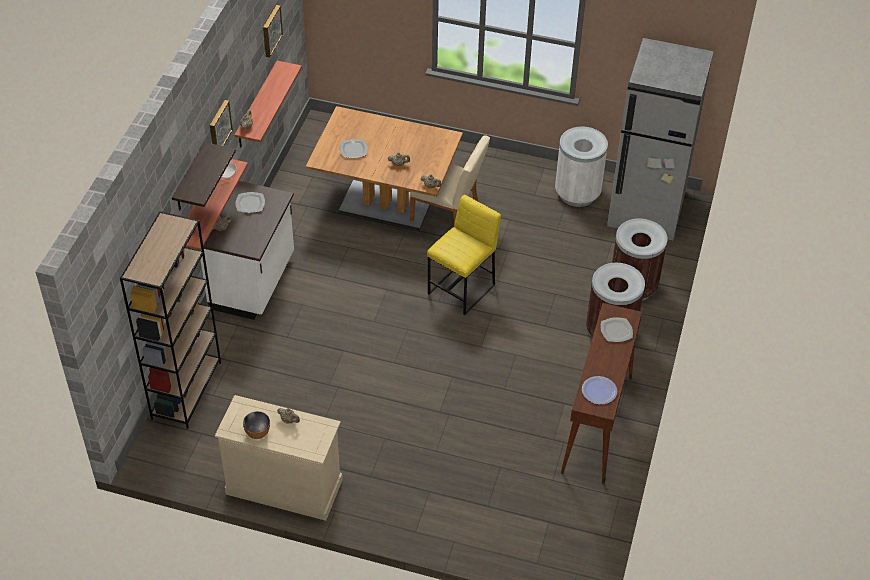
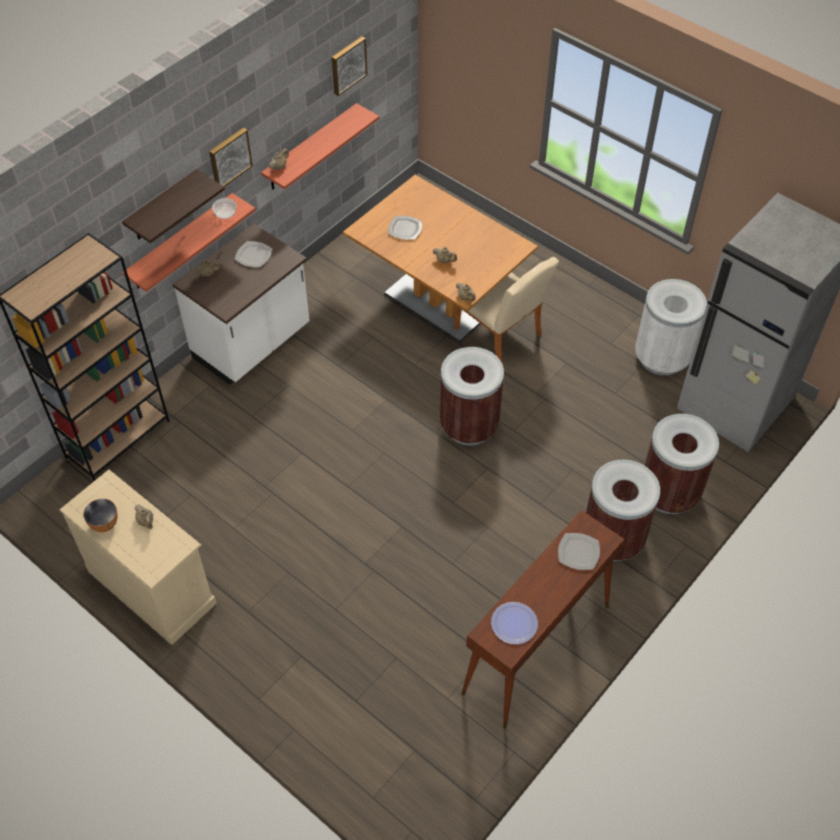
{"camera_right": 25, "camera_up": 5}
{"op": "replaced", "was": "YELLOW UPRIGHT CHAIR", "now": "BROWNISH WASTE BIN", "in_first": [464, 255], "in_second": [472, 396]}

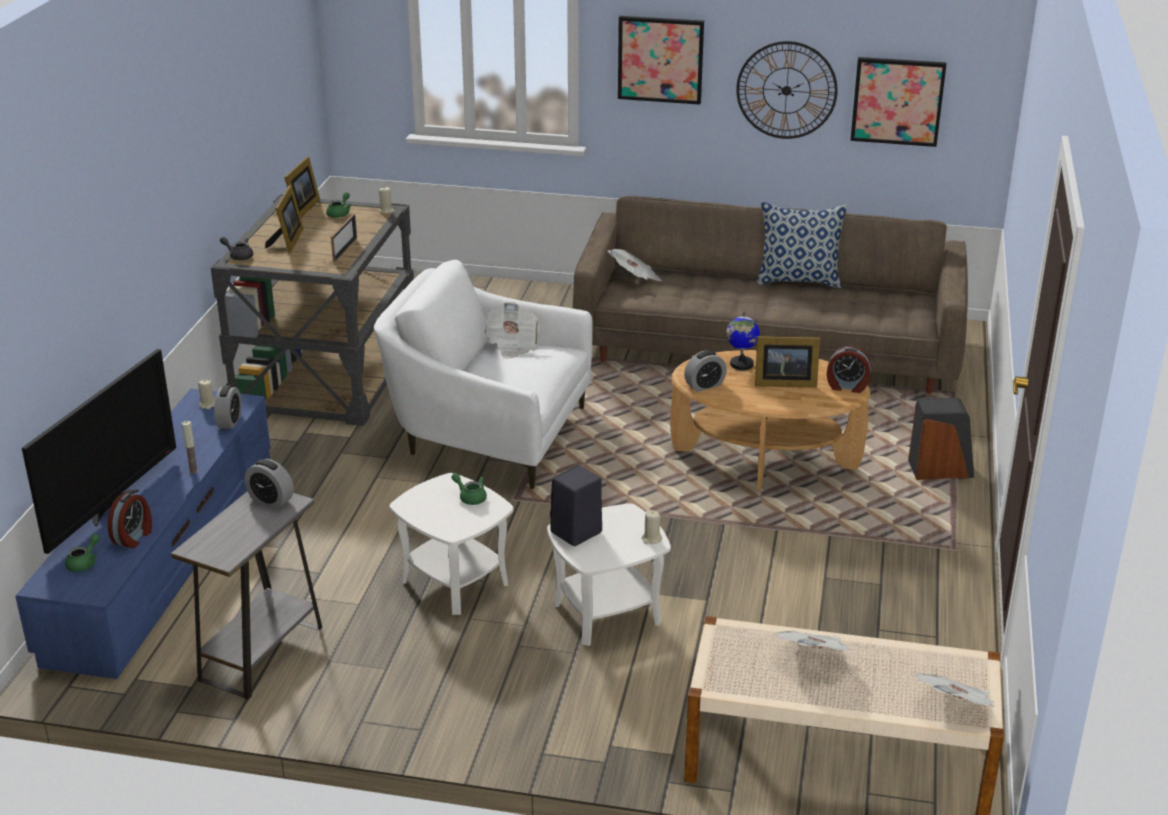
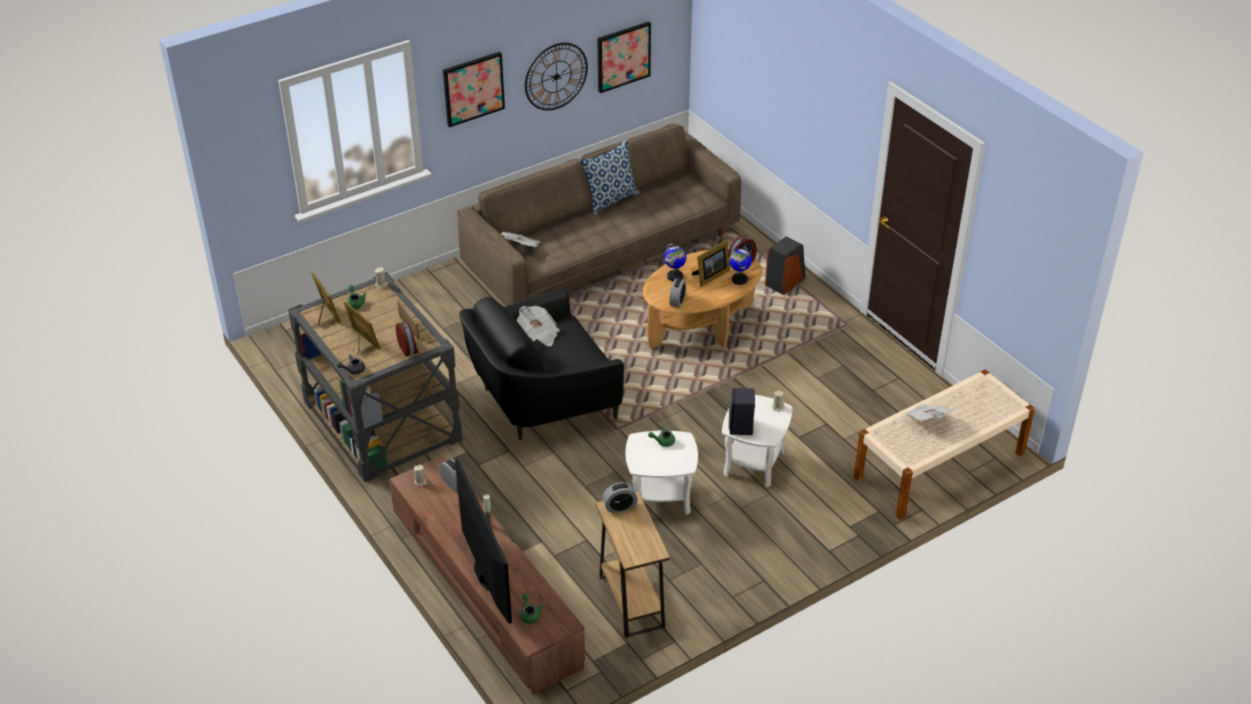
{"camera_right": -45, "camera_up": 10}
{"op": "recoloured", "was": "BLUE TV STAND", "now": "BROWNISH TV STAND", "in_first": [142, 534], "in_second": [487, 575]}
{"op": "moved", "was": "BEDSIDE CLOCK", "in_first": [130, 520], "in_second": [407, 338]}
{"op": "recoloured", "was": "GREYISH ACCENT TABLE", "now": "BROWNISH ACCENT TABLE", "in_first": [246, 595], "in_second": [632, 565]}
{"op": "recoloured", "was": "WHITE-COLOURED ARMCHAIR", "now": "BLACK-COLOURED ARMCHAIR", "in_first": [483, 374], "in_second": [541, 364]}
{"op": "removed", "was": "NEWSPAPER", "in_first": [955, 690]}
{"op": "added", "now": "GLOBE", "in_second": [740, 265]}

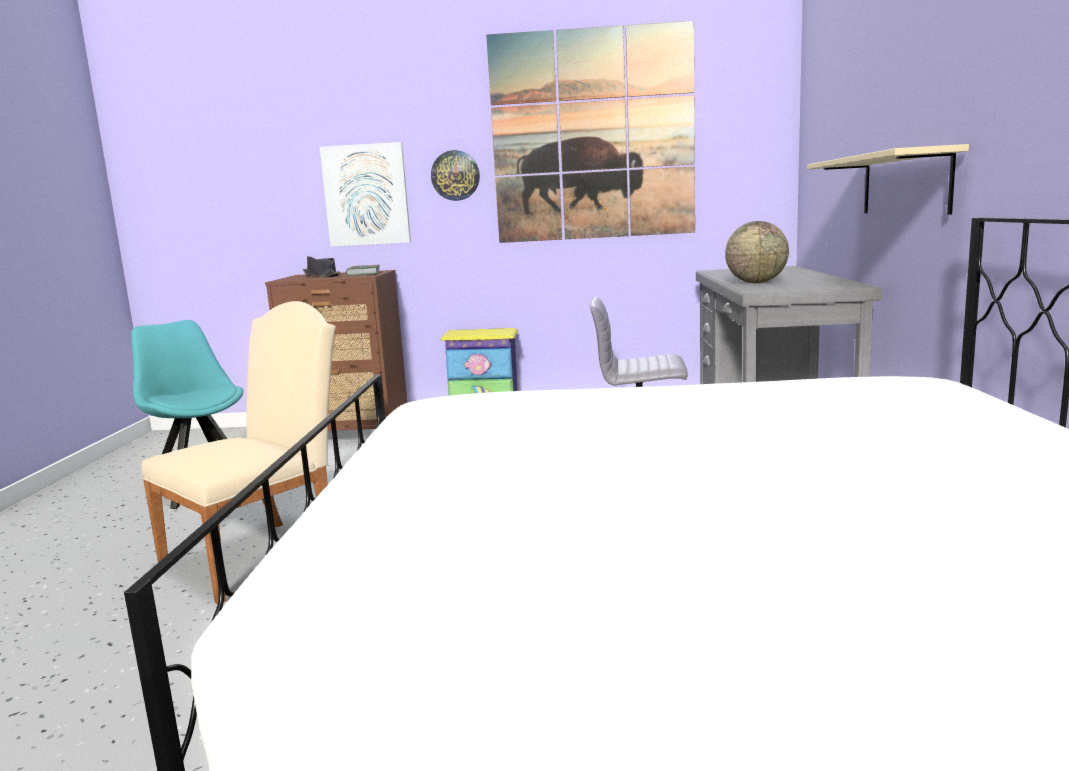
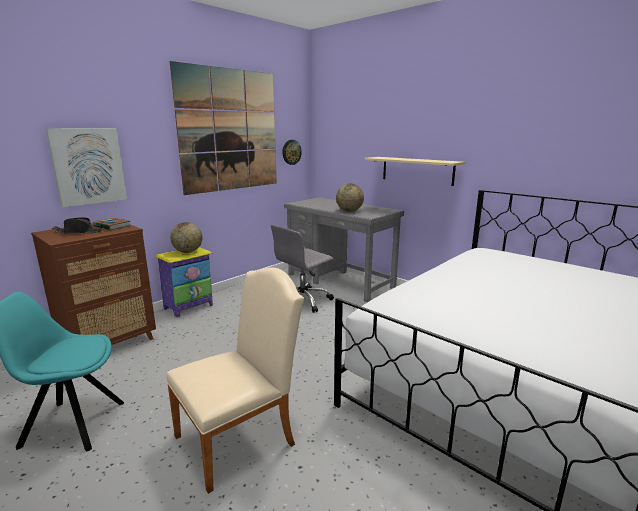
{"camera_right": -50, "camera_up": 5}
{"op": "turned", "was": "BEIGE UPRIGHT CHAIR", "in_first": [239, 452], "in_second": [235, 381], "clockwise": 60}
{"op": "moved", "was": "CLOCK ON THE WALL", "in_first": [455, 175], "in_second": [292, 152]}
{"op": "added", "now": "GLOBE", "in_second": [186, 237]}

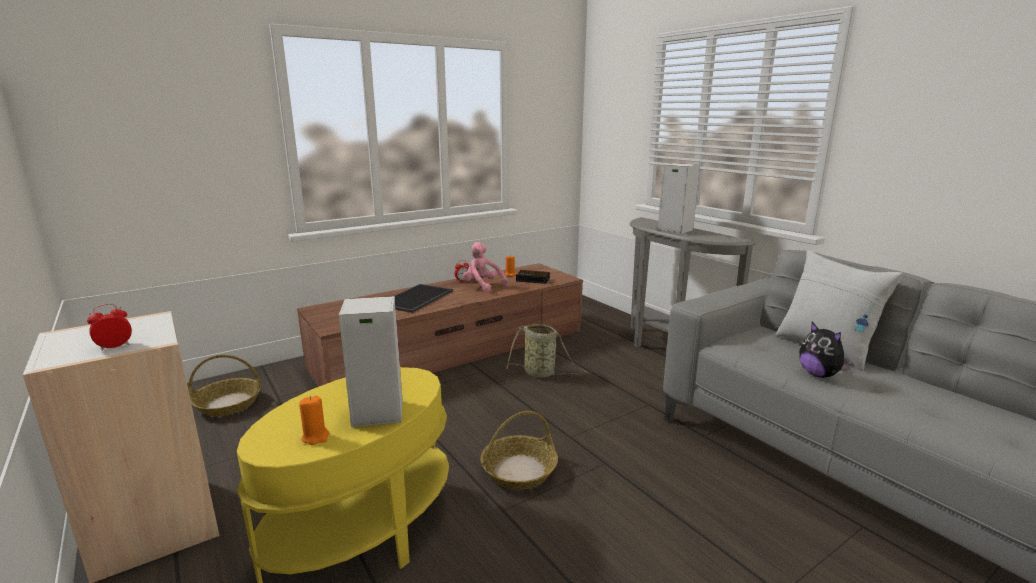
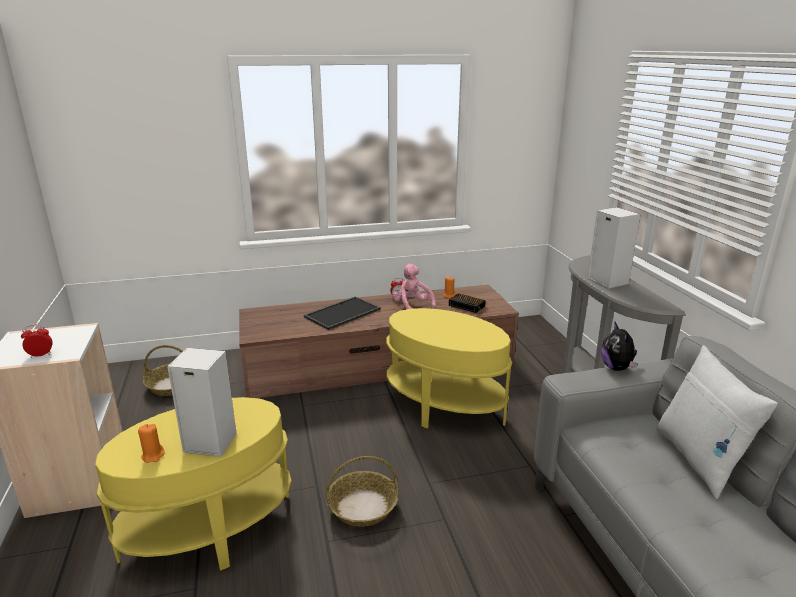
{"camera_right": 20, "camera_up": 5}
{"op": "replaced", "was": "STORAGE BASKET", "now": "YELLOW ACCENT TABLE", "in_first": [546, 351], "in_second": [449, 368]}
{"op": "moved", "was": "CUDDLY TOY", "in_first": [825, 350], "in_second": [619, 346]}

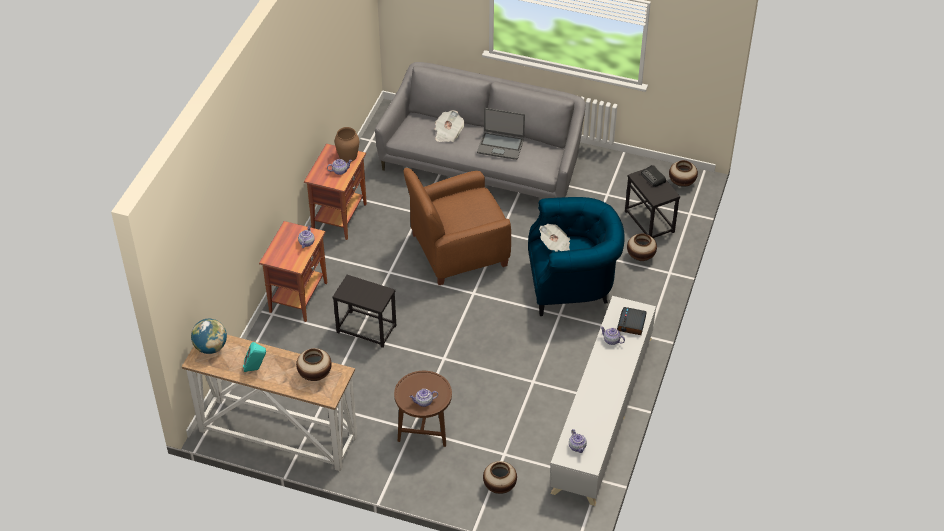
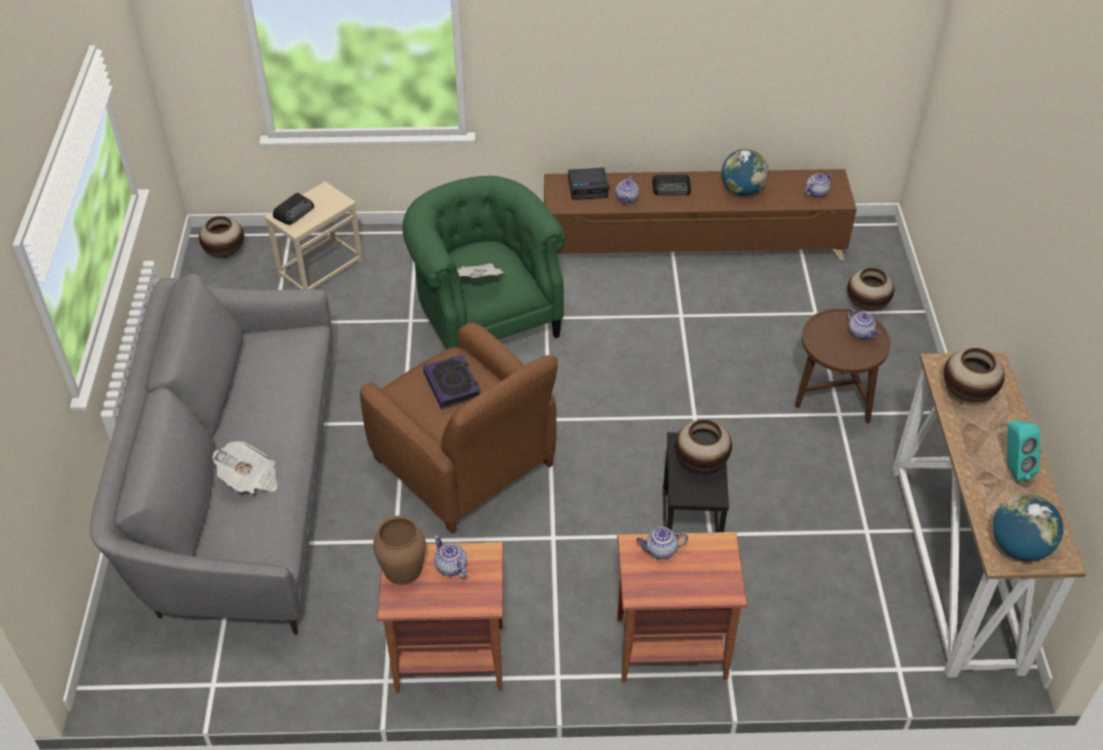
{"camera_right": -110, "camera_up": 0}
{"op": "removed", "was": "LAPTOP", "in_first": [501, 134]}
{"op": "recoloured", "was": "BLUE ARMCHAIR", "now": "GREENISH ARMCHAIR", "in_first": [576, 256], "in_second": [484, 262]}
{"op": "recoloured", "was": "WHITE-COLOURED TV STAND", "now": "BROWNISH TV STAND", "in_first": [602, 401], "in_second": [700, 214]}
{"op": "recoloured", "was": "BLACK-COLOURED ACCENT TABLE", "now": "BEIGE ACCENT TABLE", "in_first": [652, 202], "in_second": [314, 235]}
{"op": "moved", "was": "VASE", "in_first": [642, 247], "in_second": [703, 445]}
{"op": "added", "now": "VOLUME", "in_second": [452, 382]}
{"op": "added", "now": "RADIO", "in_second": [671, 185]}
{"op": "added", "now": "GLOBE", "in_second": [745, 172]}

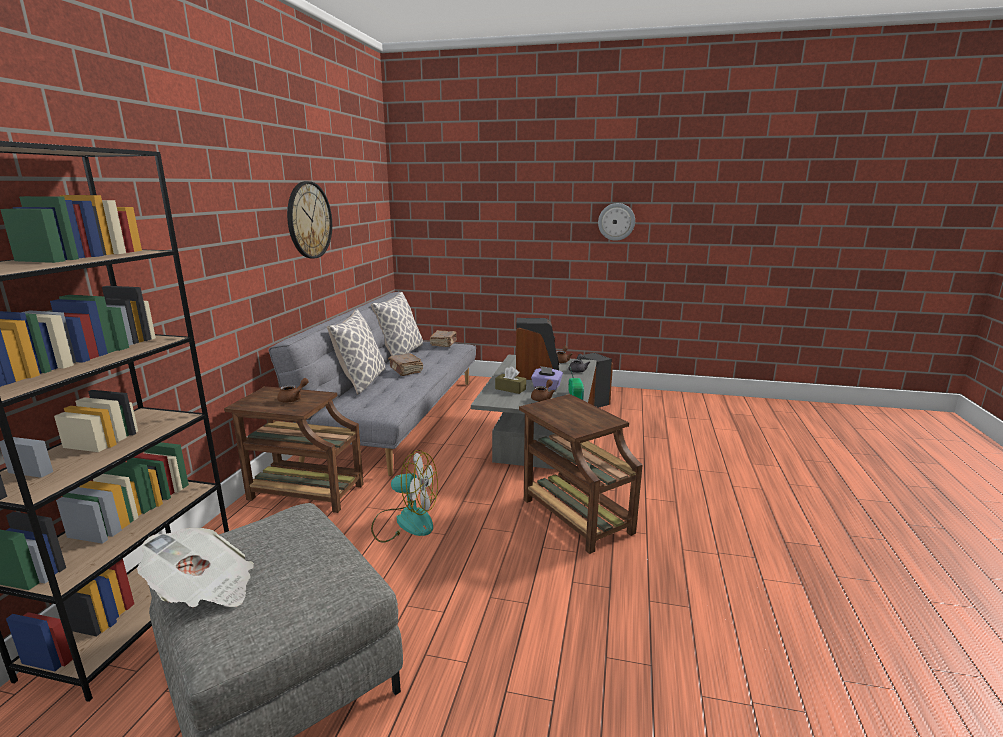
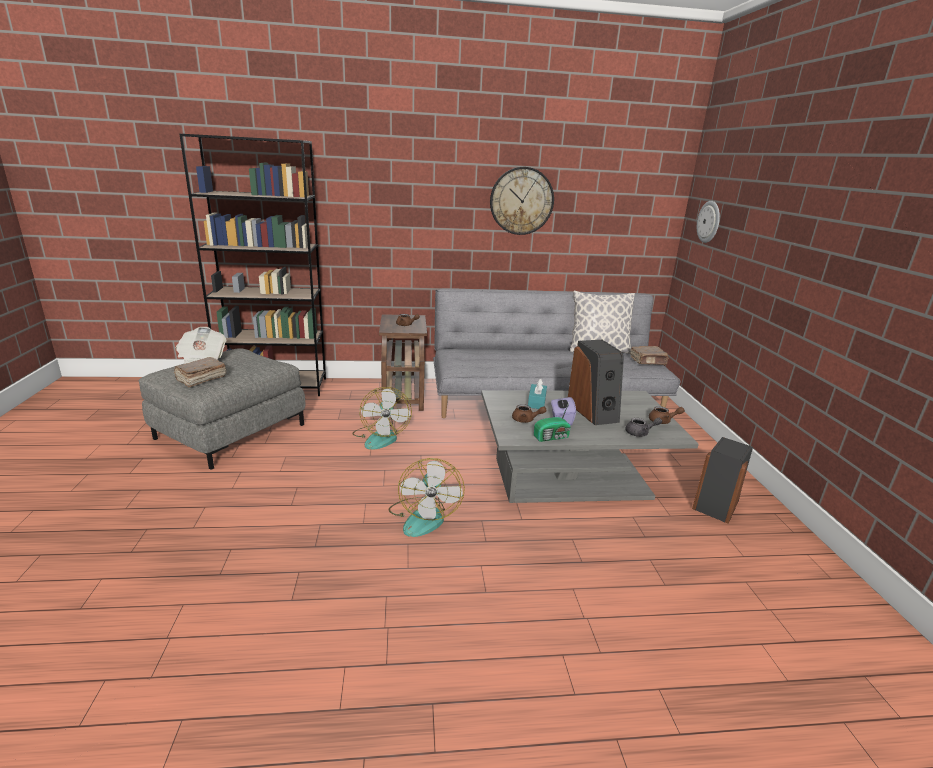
{"camera_right": 70, "camera_up": 5}
{"op": "removed", "was": "THROW PILLOW", "in_first": [356, 352]}
{"op": "moved", "was": "BROWNISH VOLUME", "in_first": [405, 364], "in_second": [200, 372]}
{"op": "recoloured", "was": "BROWNISH TISSUE BOX", "now": "TURQUOISE TISSUE BOX", "in_first": [510, 380], "in_second": [537, 394]}
{"op": "replaced", "was": "BROWNISH ACCENT TABLE", "now": "ELECTRIC FAN", "in_first": [581, 474], "in_second": [427, 497]}
{"op": "moved", "was": "CLOCK ON THE WALL", "in_first": [616, 222], "in_second": [708, 222]}

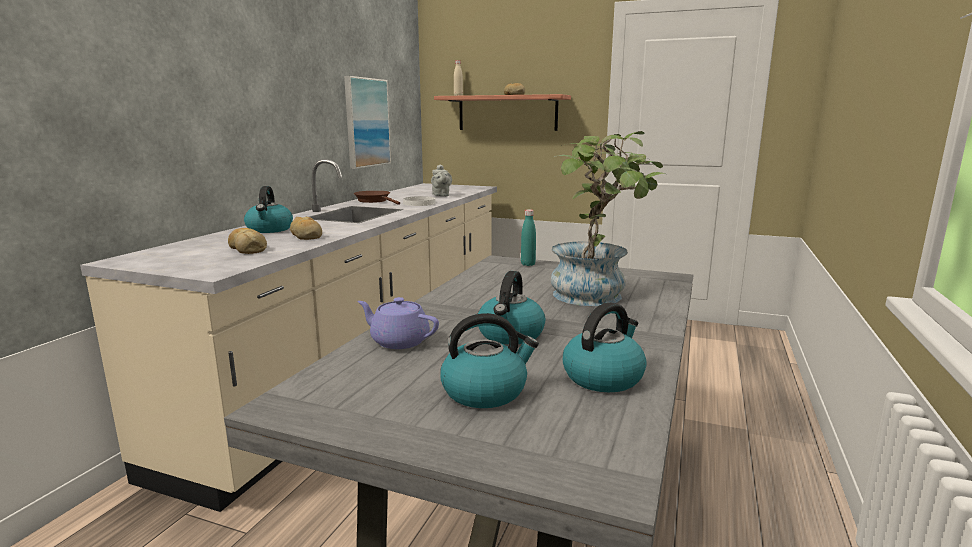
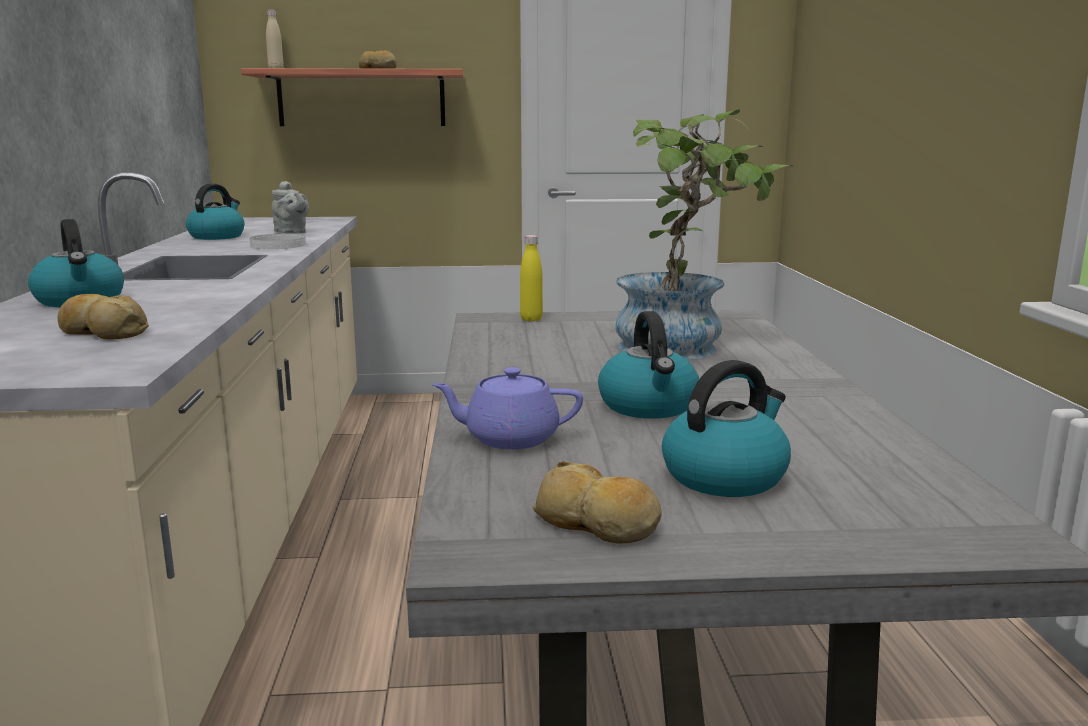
{"camera_right": -25, "camera_up": 0}
{"op": "moved", "was": "BAKERY BREAD", "in_first": [306, 228], "in_second": [597, 502]}
{"op": "removed", "was": "PICTURE", "in_first": [367, 122]}
{"op": "removed", "was": "BROWNISH SKILLET", "in_first": [376, 198]}
{"op": "recoloured", "was": "TURQUOISE BEVERAGE BOTTLE", "now": "YELLOW BEVERAGE BOTTLE", "in_first": [528, 237], "in_second": [531, 278]}
{"op": "moved", "was": "TEA KETTLE", "in_first": [605, 347], "in_second": [215, 212]}

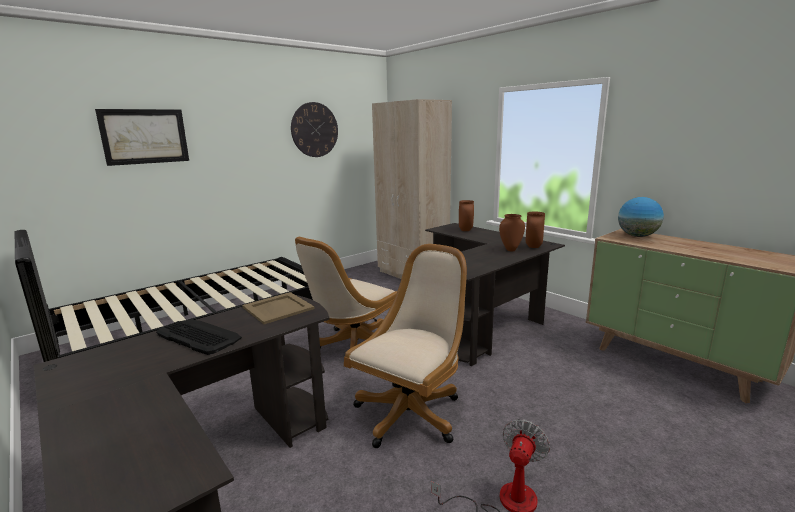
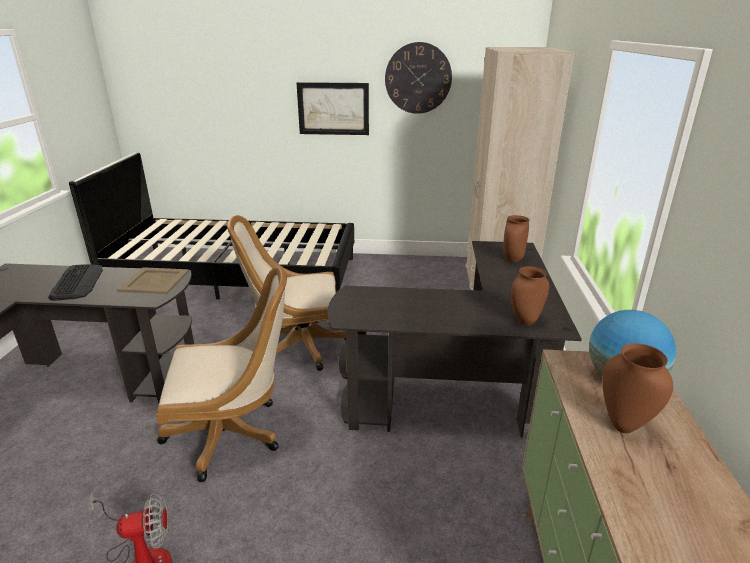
{"camera_right": 45, "camera_up": 10}
{"op": "moved", "was": "PICTURE", "in_first": [142, 137], "in_second": [333, 108]}
{"op": "moved", "was": "BROWNISH VASE", "in_first": [512, 233], "in_second": [637, 388]}

